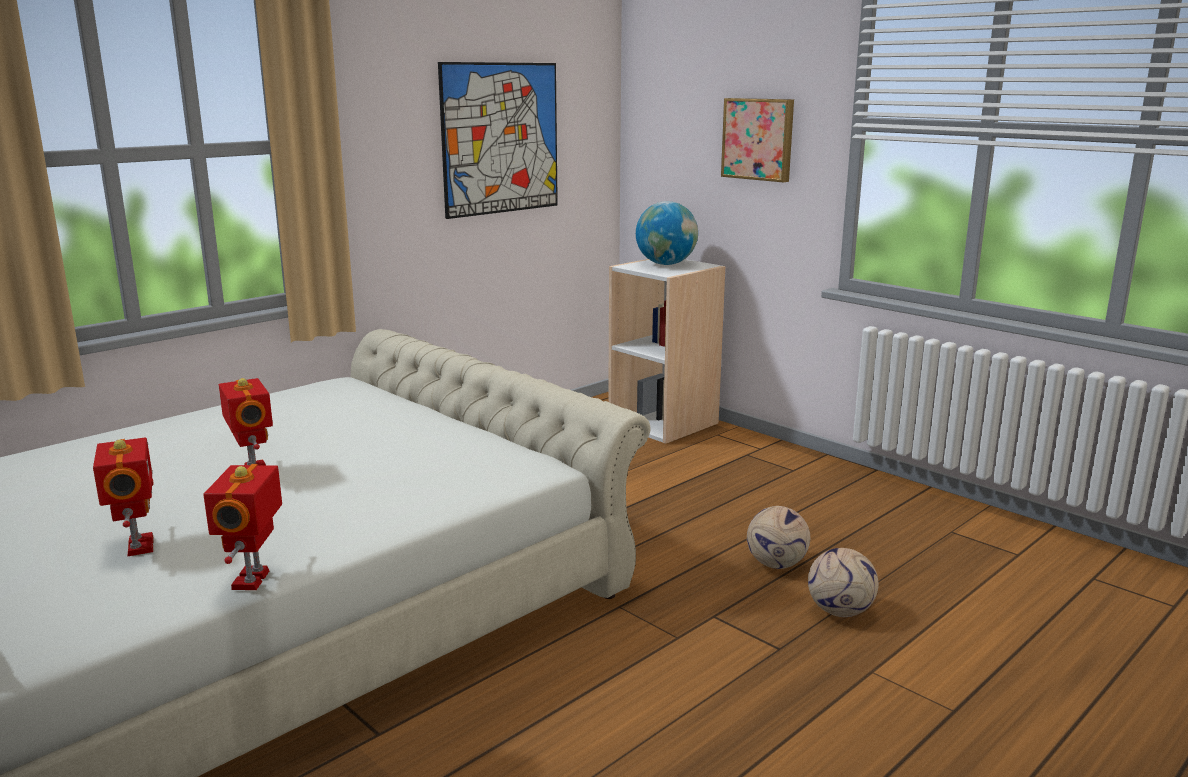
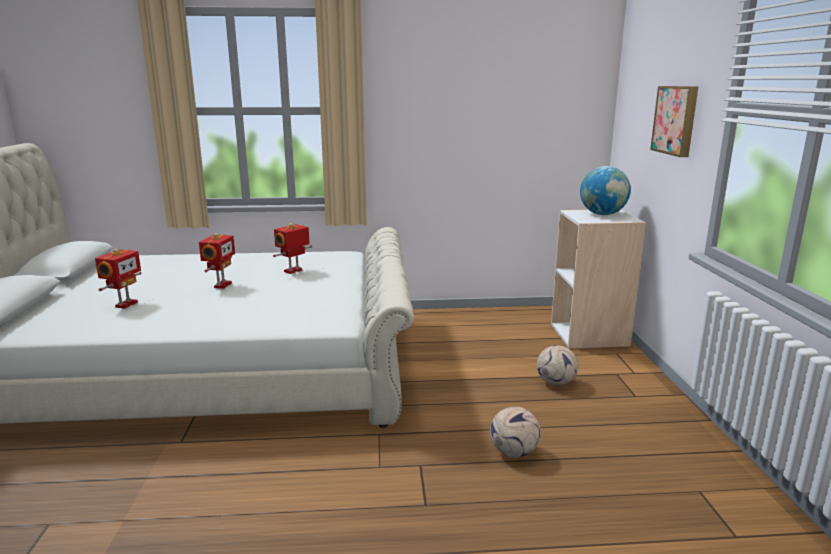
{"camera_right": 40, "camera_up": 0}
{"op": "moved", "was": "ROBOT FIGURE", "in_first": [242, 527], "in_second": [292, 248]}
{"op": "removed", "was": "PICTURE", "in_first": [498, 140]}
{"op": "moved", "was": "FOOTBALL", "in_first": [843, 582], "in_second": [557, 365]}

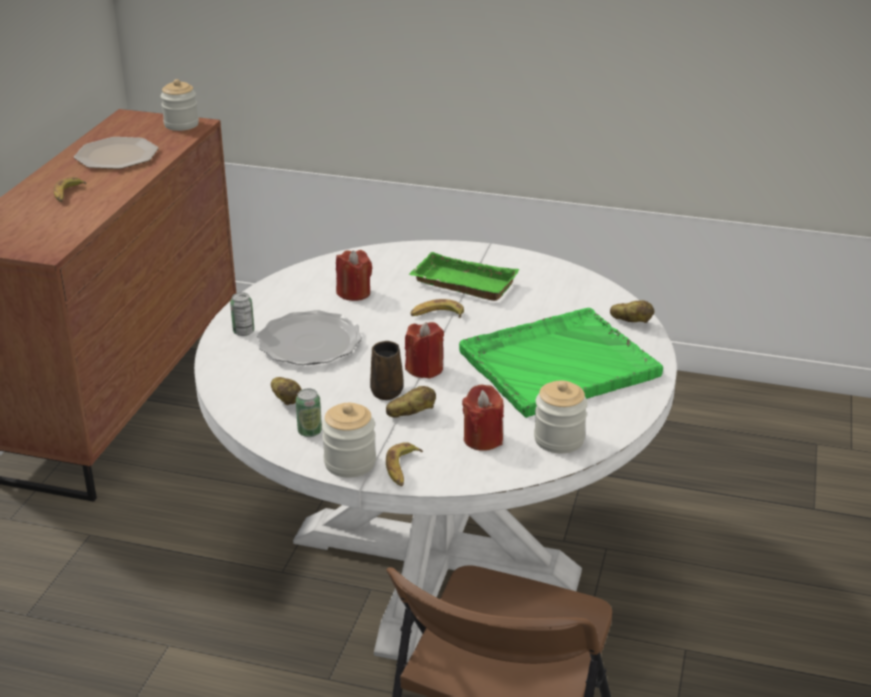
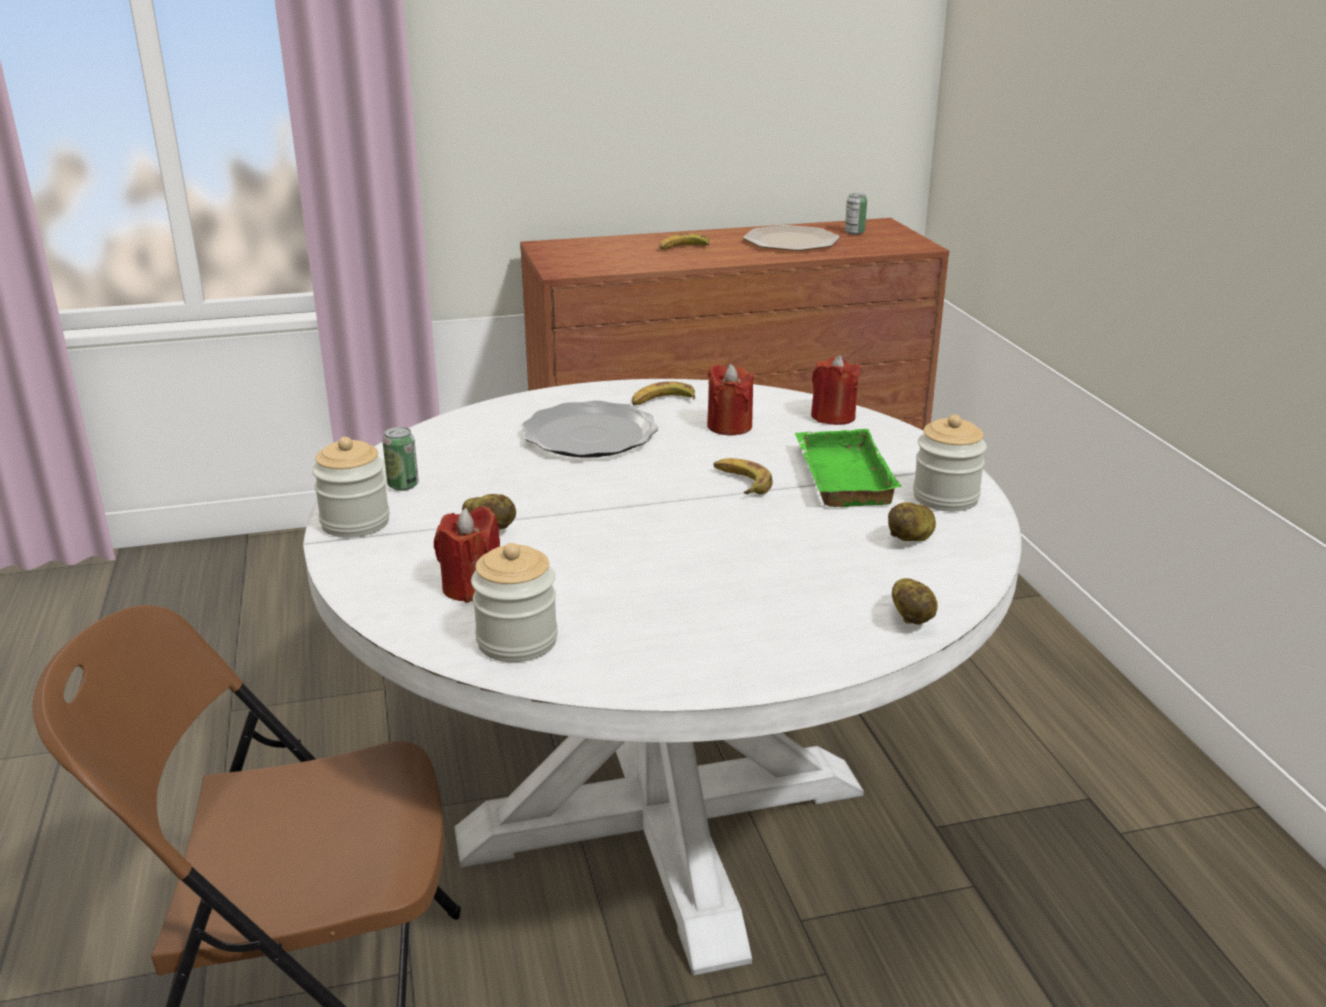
{"camera_right": 60, "camera_up": -5}
{"op": "moved", "was": "PRESERVE JAR", "in_first": [179, 105], "in_second": [950, 462]}
{"op": "moved", "was": "CAN", "in_first": [242, 314], "in_second": [856, 214]}
{"op": "moved", "was": "WHOLE POTATO", "in_first": [286, 391], "in_second": [912, 521]}
{"op": "removed", "was": "BROWNISH MUG", "in_first": [387, 370]}
{"op": "moved", "was": "WHOLE BANANA", "in_first": [404, 464], "in_second": [663, 393]}
{"op": "moved", "was": "RED WAX CANDLE", "in_first": [424, 350], "in_second": [835, 390]}
{"op": "removed", "was": "GREENISH TRAY", "in_first": [561, 363]}

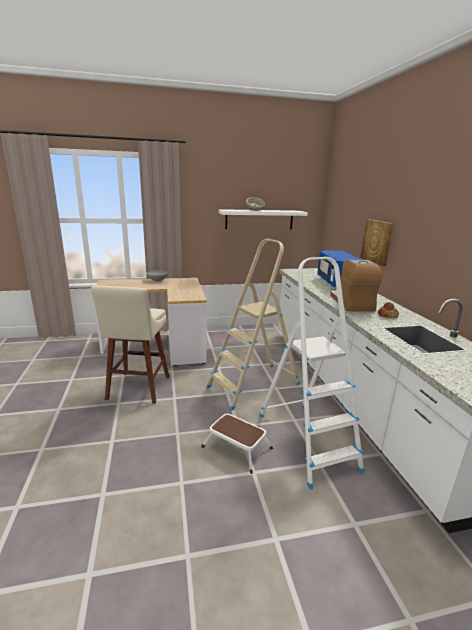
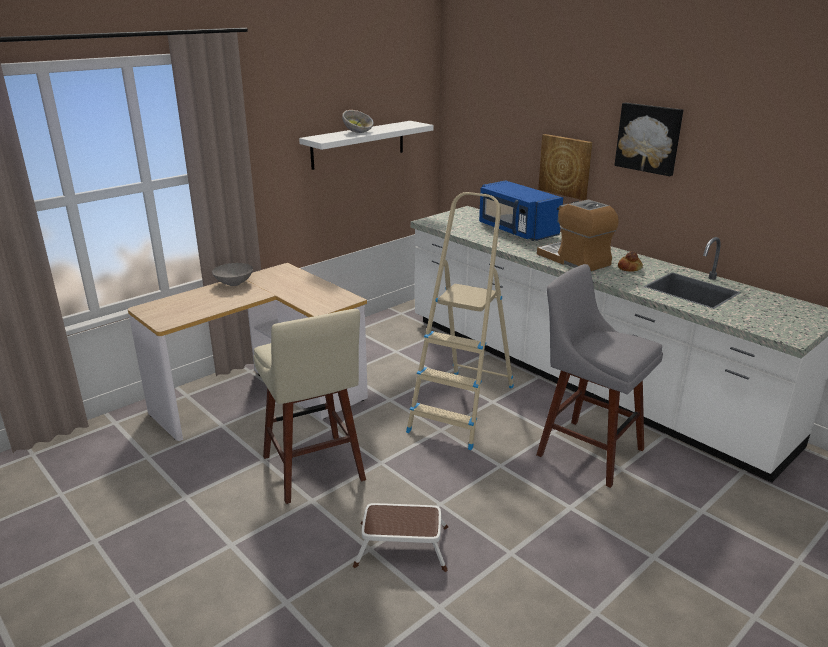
{"camera_right": -30, "camera_up": 5}
{"op": "moved", "was": "BROWNISH STEPLADDER", "in_first": [237, 444], "in_second": [400, 537]}
{"op": "replaced", "was": "WHITE-COLOURED STEPLADDER", "now": "GREYISH STOOL", "in_first": [311, 373], "in_second": [599, 376]}
{"op": "added", "now": "PICTURE", "in_second": [648, 139]}

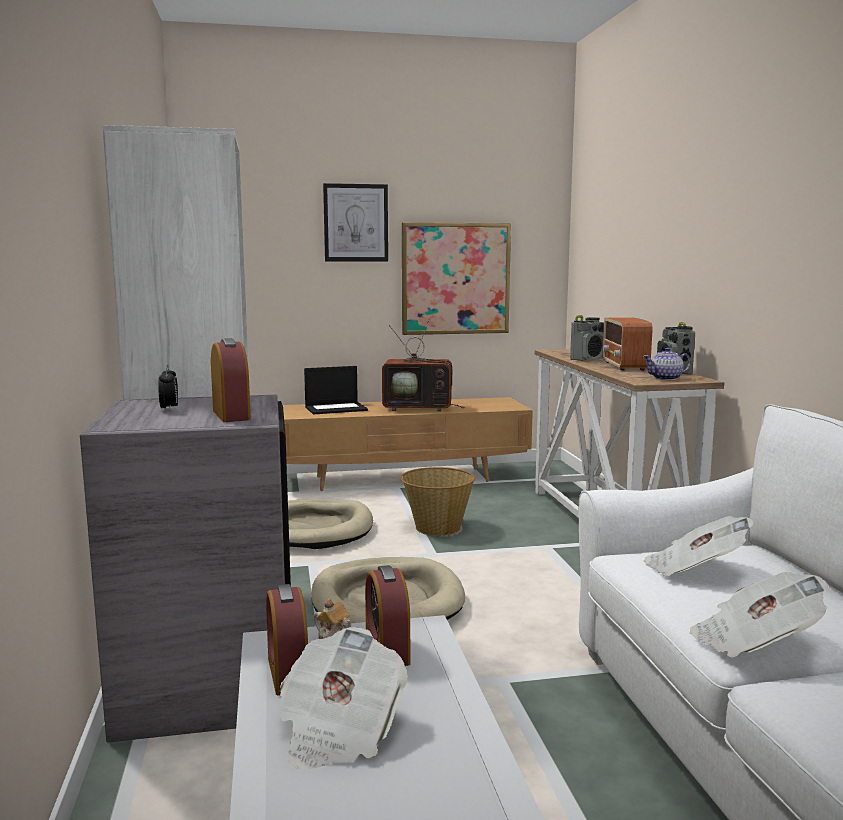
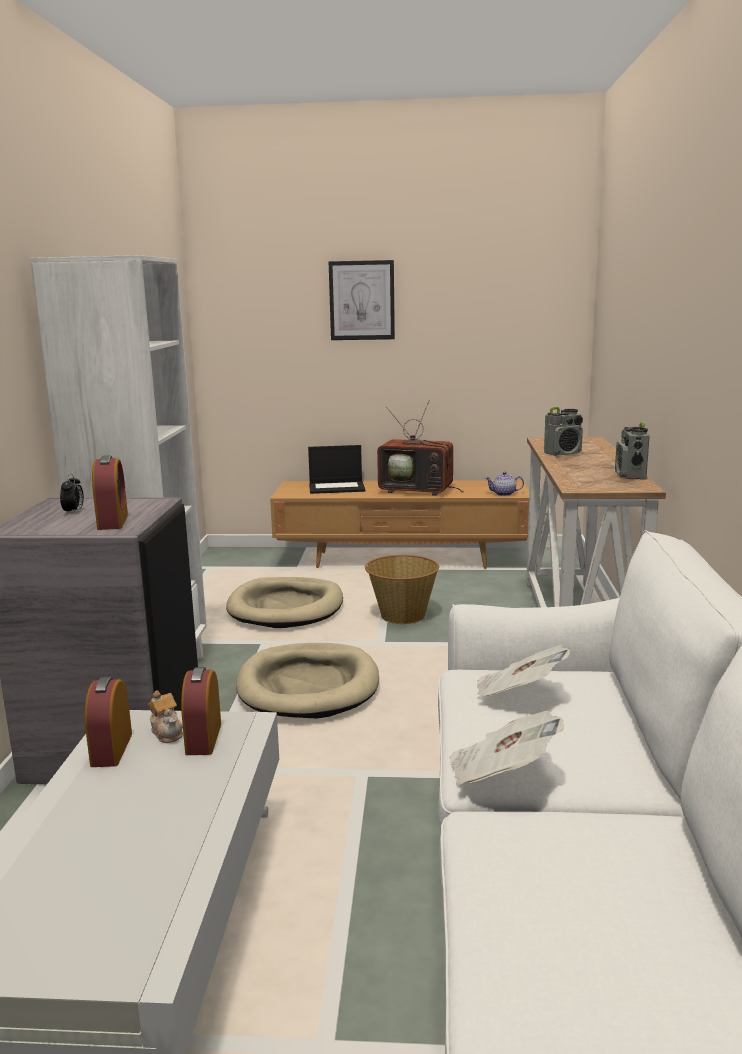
{"camera_right": 15, "camera_up": 5}
{"op": "removed", "was": "NEWSPAPER", "in_first": [343, 698]}
{"op": "removed", "was": "PICTURE", "in_first": [456, 278]}
{"op": "removed", "was": "RADIO", "in_first": [627, 344]}
{"op": "moved", "was": "TEAPOT", "in_first": [667, 363], "in_second": [504, 484]}

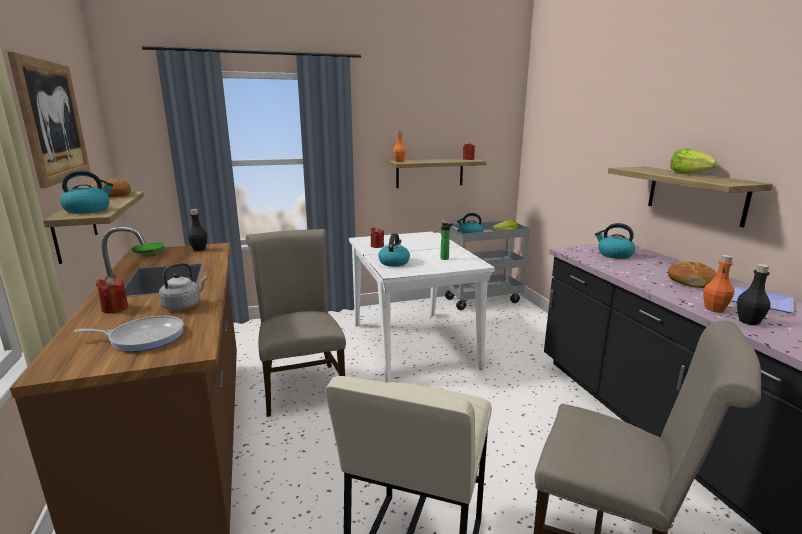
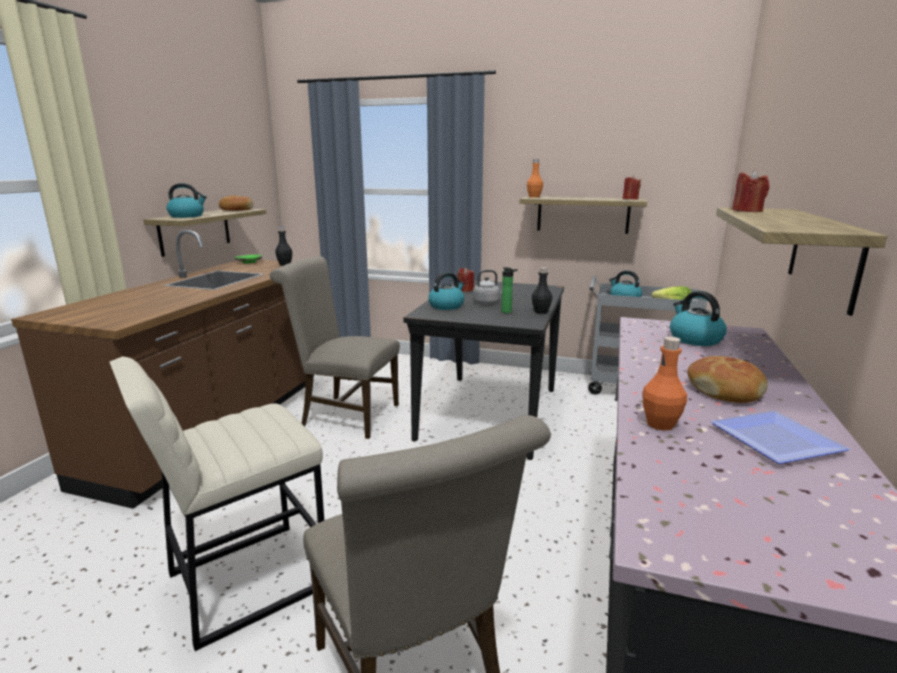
{"camera_right": 35, "camera_up": 0}
{"op": "removed", "was": "PICTURE", "in_first": [48, 120]}
{"op": "removed", "was": "SKILLET", "in_first": [129, 334]}
{"op": "moved", "was": "RED WAX CANDLE", "in_first": [112, 295], "in_second": [750, 190]}
{"op": "moved", "was": "GREYISH TEA KETTLE", "in_first": [183, 286], "in_second": [487, 287]}
{"op": "turned", "was": "BEIGE UPRIGHT CHAIR", "in_first": [296, 323], "in_second": [335, 347], "clockwise": -90}
{"op": "recoloured", "was": "WHITE-COLOURED KITCHEN TABLE", "now": "BLACK-COLOURED KITCHEN TABLE", "in_first": [422, 307], "in_second": [483, 370]}
{"op": "removed", "was": "HEAD OF LETTUCE", "in_first": [694, 160]}
{"op": "moved", "was": "BLACK-COLOURED BEVERAGE BOTTLE", "in_first": [753, 294], "in_second": [542, 290]}

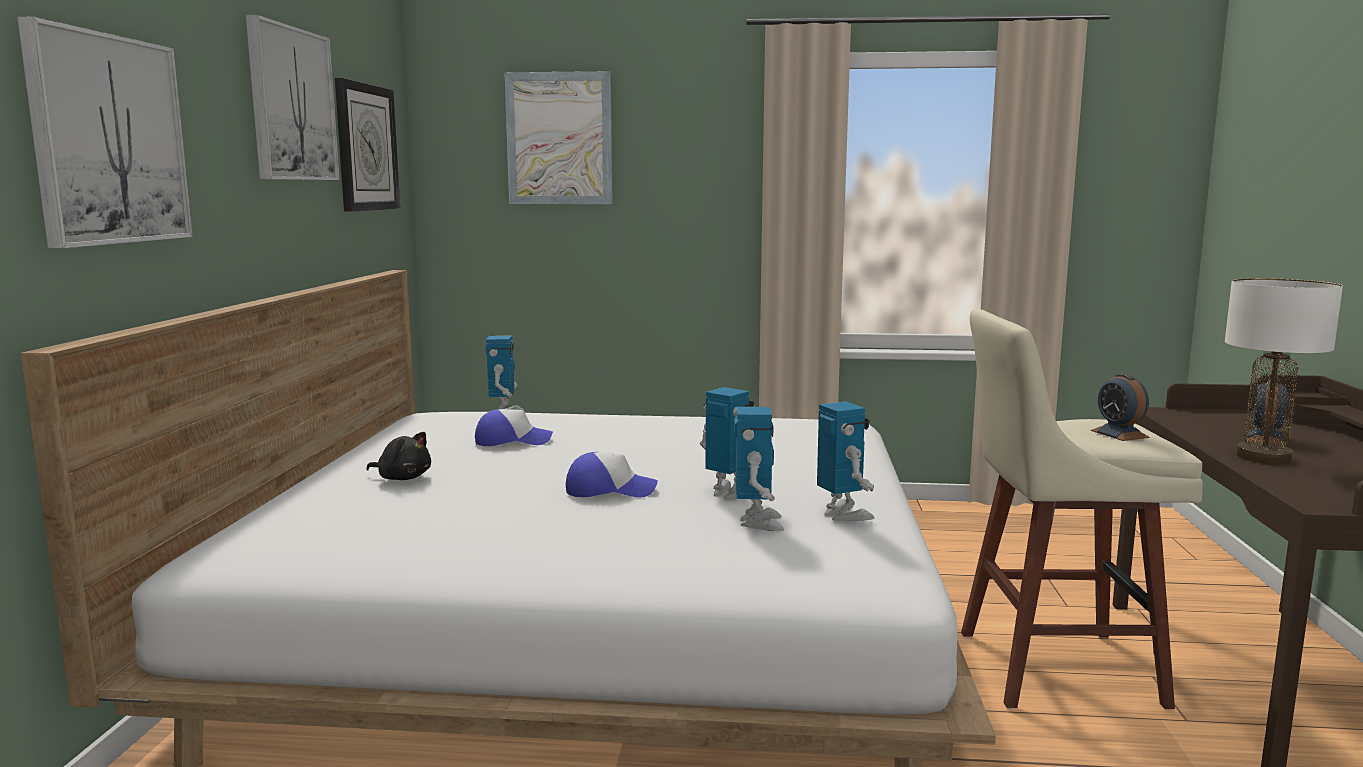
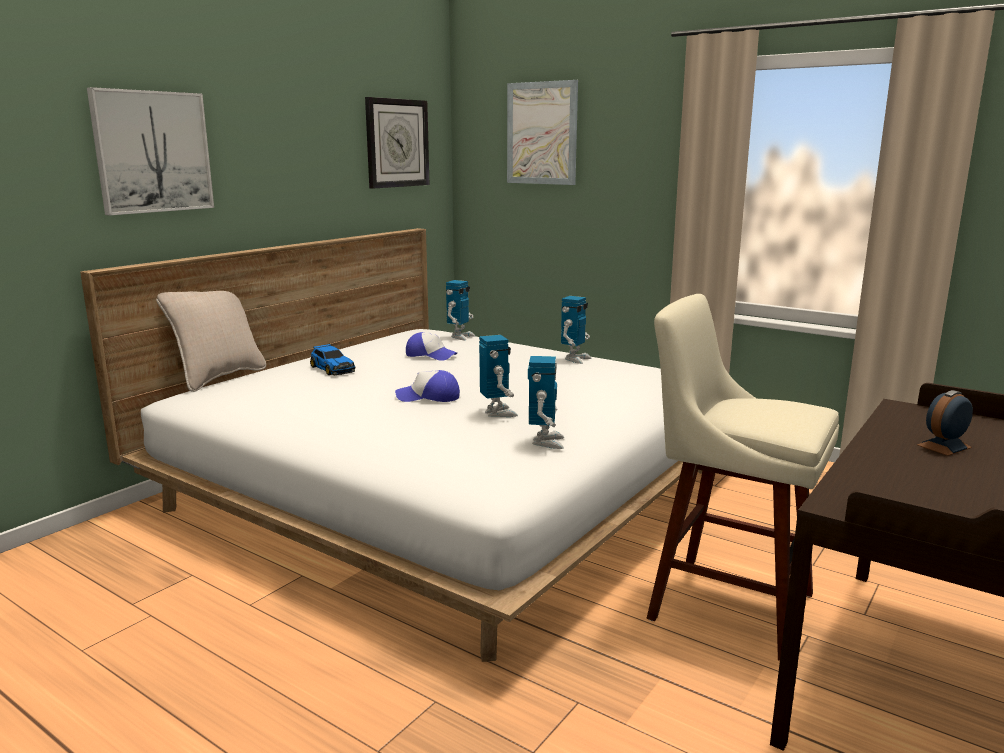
{"camera_right": 30, "camera_up": 5}
{"op": "removed", "was": "PICTURE", "in_first": [293, 97]}
{"op": "replaced", "was": "BLACK-COLOURED CUDDLY TOY", "now": "TOY CAR", "in_first": [398, 456], "in_second": [333, 359]}
{"op": "turned", "was": "PEAKED CAP", "in_first": [612, 474], "in_second": [427, 386], "clockwise": 150}
{"op": "moved", "was": "ROBOT FIGURE", "in_first": [759, 469], "in_second": [576, 330]}
{"op": "removed", "was": "BEDSIDE CLOCK", "in_first": [1120, 407]}
{"op": "removed", "was": "TABLETOP LAMP", "in_first": [1284, 371]}
{"op": "added", "now": "BEIGE THROW PILLOW", "in_second": [211, 341]}

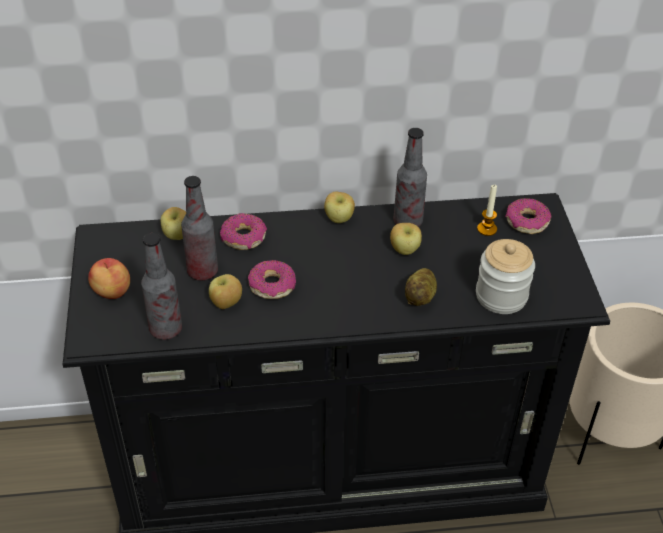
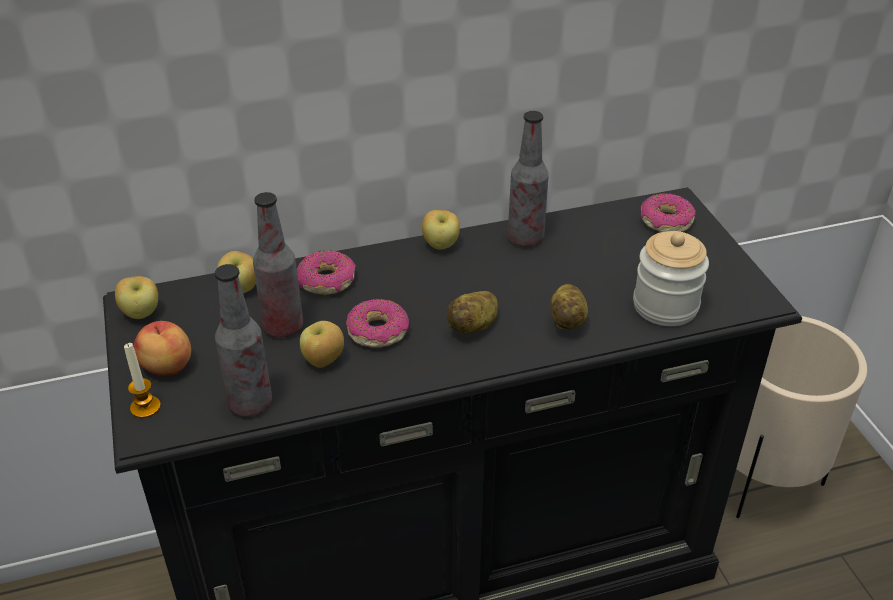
{"camera_right": -10, "camera_up": -5}
{"op": "moved", "was": "APPLE FRUIT", "in_first": [406, 239], "in_second": [136, 297]}
{"op": "moved", "was": "WAX CANDLE", "in_first": [487, 210], "in_second": [142, 380]}
{"op": "added", "now": "WHOLE POTATO", "in_second": [472, 312]}

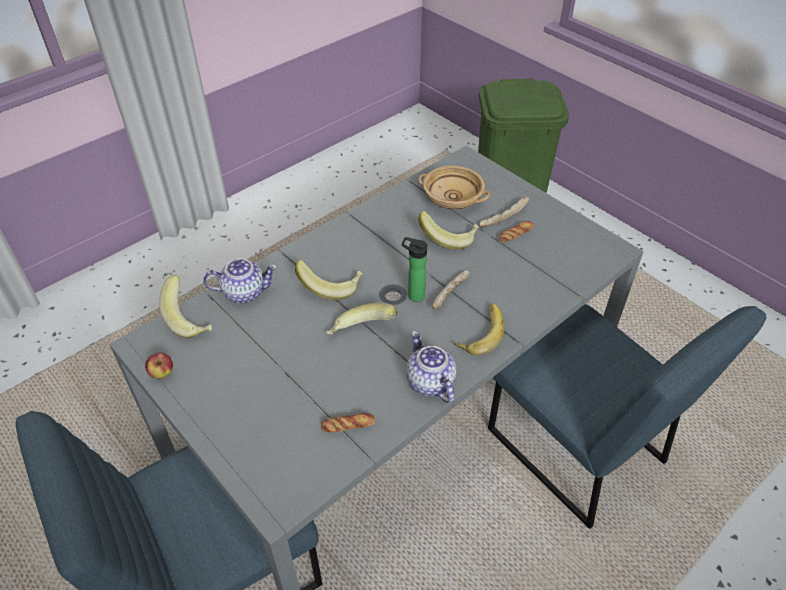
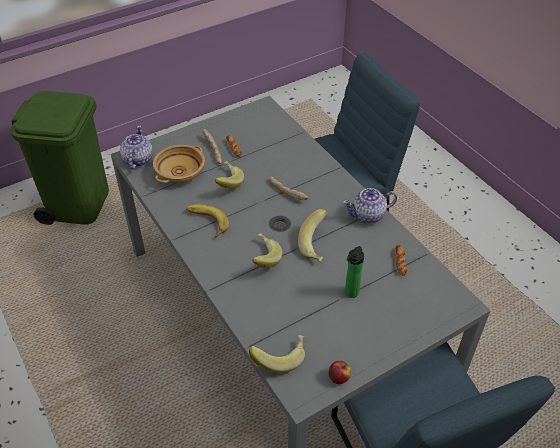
{"camera_right": -80, "camera_up": 0}
{"op": "moved", "was": "TEAPOT", "in_first": [240, 281], "in_second": [136, 148]}
{"op": "moved", "was": "BEVERAGE BOTTLE", "in_first": [415, 269], "in_second": [354, 272]}
{"op": "moved", "was": "WHOLE BANANA", "in_first": [479, 329], "in_second": [207, 221]}

